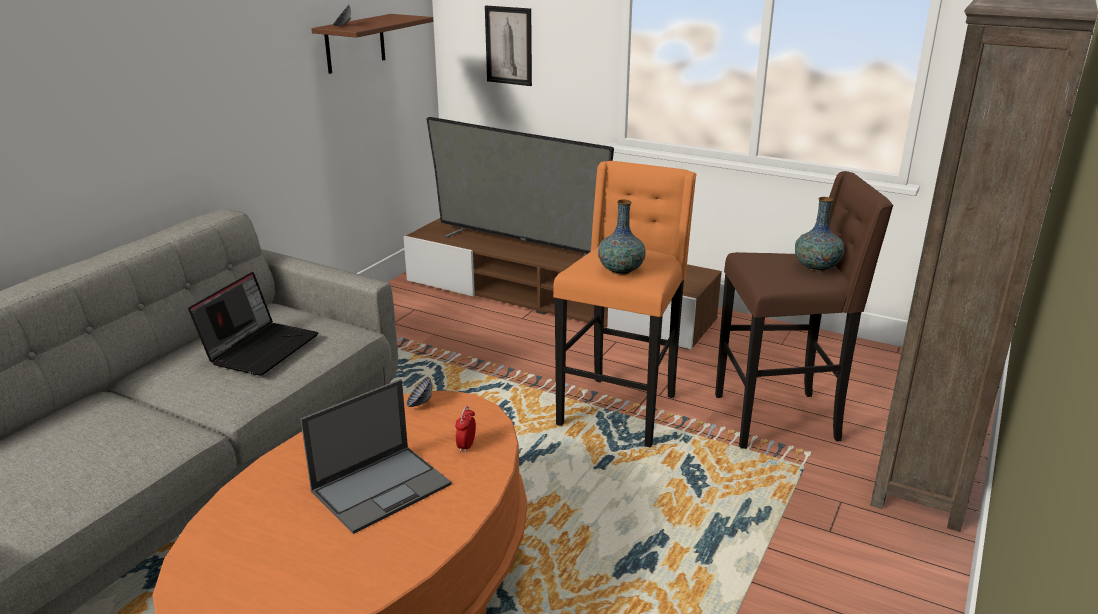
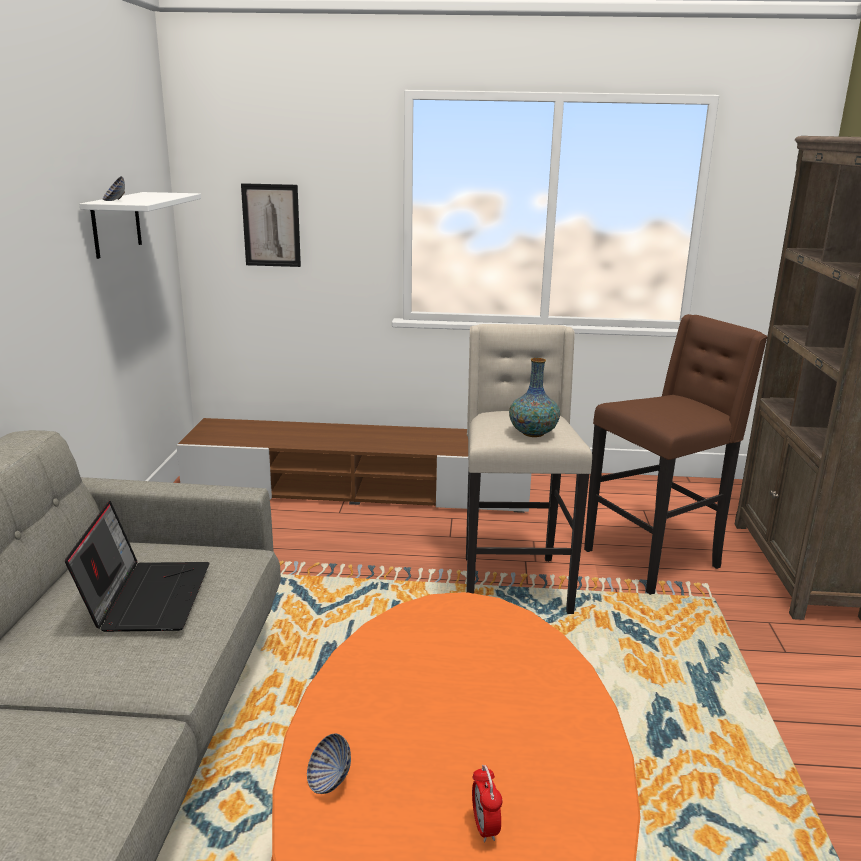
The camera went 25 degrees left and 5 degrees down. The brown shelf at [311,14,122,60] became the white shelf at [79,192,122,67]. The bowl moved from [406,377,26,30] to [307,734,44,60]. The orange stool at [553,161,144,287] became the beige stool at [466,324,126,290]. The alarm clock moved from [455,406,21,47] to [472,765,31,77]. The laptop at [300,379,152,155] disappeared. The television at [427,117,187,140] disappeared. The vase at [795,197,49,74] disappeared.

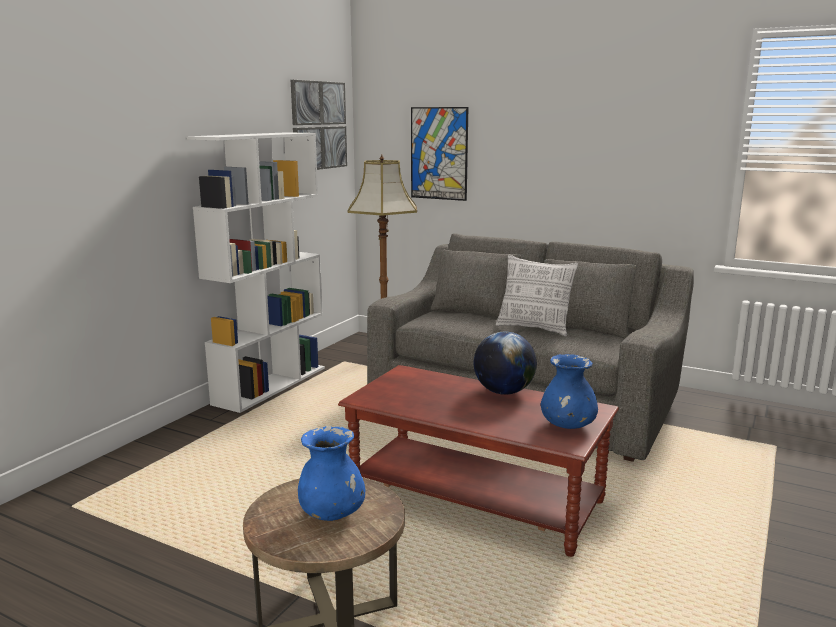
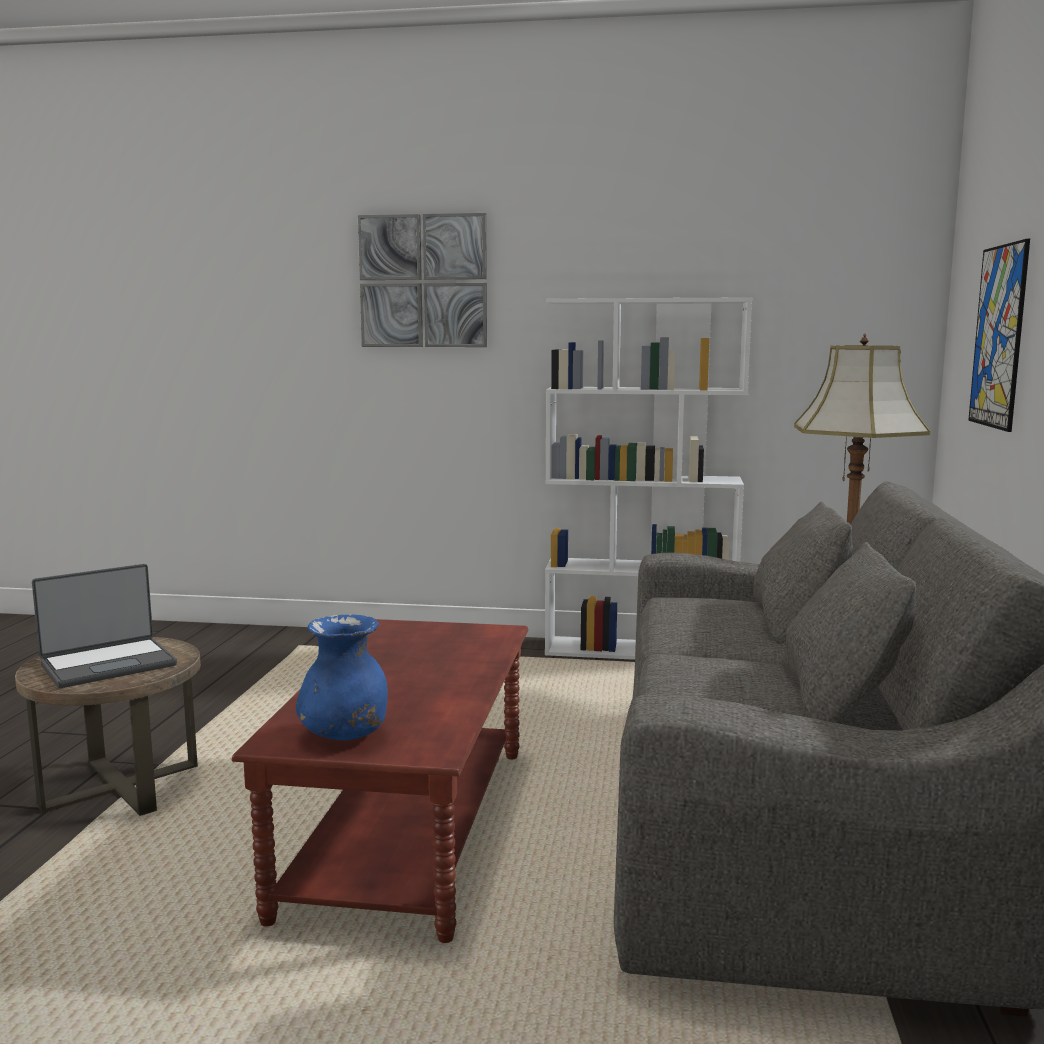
The camera went 70 degrees right and 5 degrees down. The blue vase at [298,426,67,95] was replaced by the laptop at [32,564,145,124]. The picture moved from [291,80,56,90] to [358,213,129,134]. The globe at [473,332,64,63] disappeared. The pillow at [496,255,82,82] disappeared.

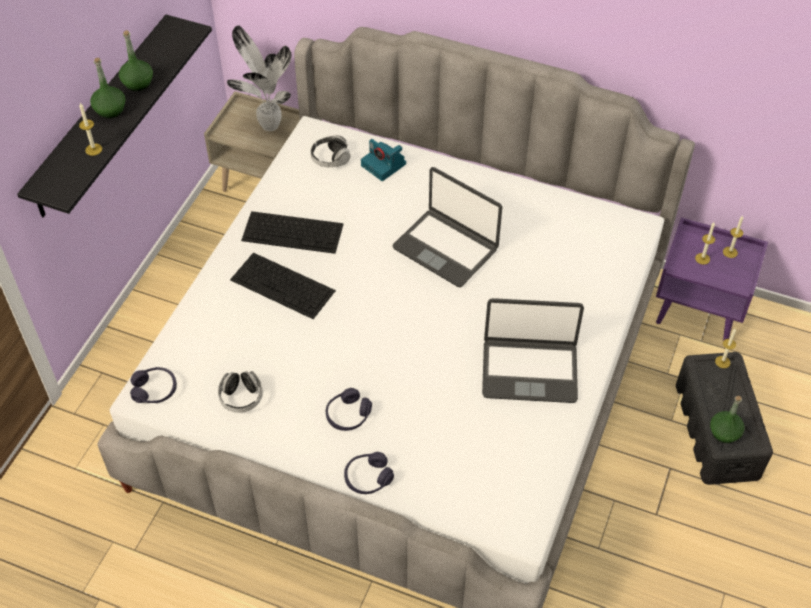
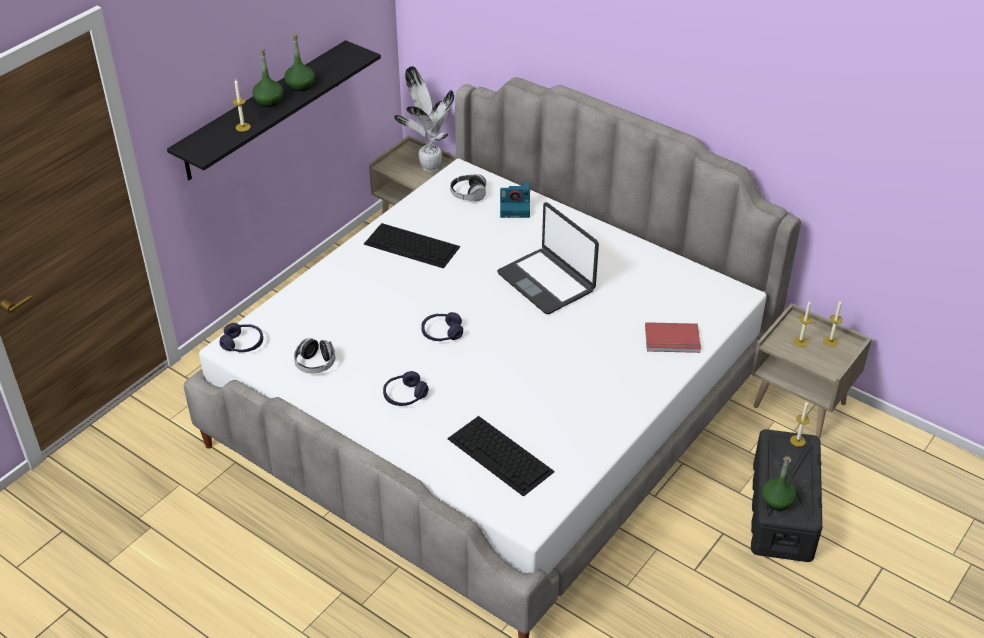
The camera went 15 degrees right and 10 degrees down. The purple headphones moved from [344,452,50,42] to [421,312,42,29]. The keyboard moved from [230,253,106,66] to [447,416,108,81]. The photo camera at [361,139,45,42] turned 60 degrees counterclockwise. The red book at [645,322,56,31] appeared. The purple nightstand at [656,217,112,124] became the beige nightstand at [751,303,121,135]. The laptop at [482,298,102,105] disappeared.

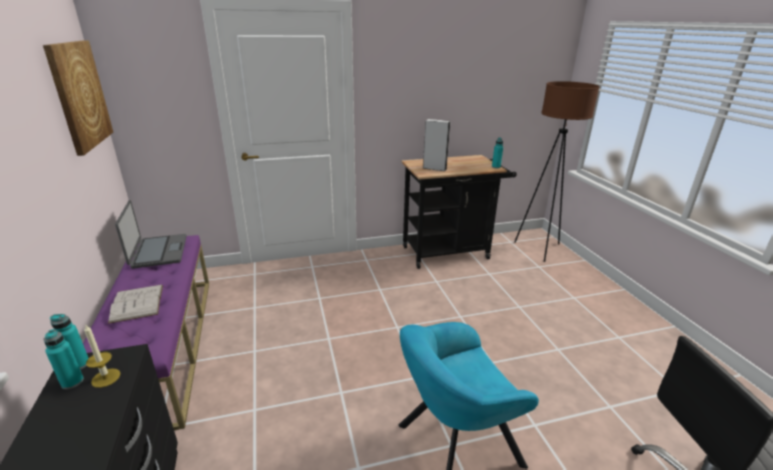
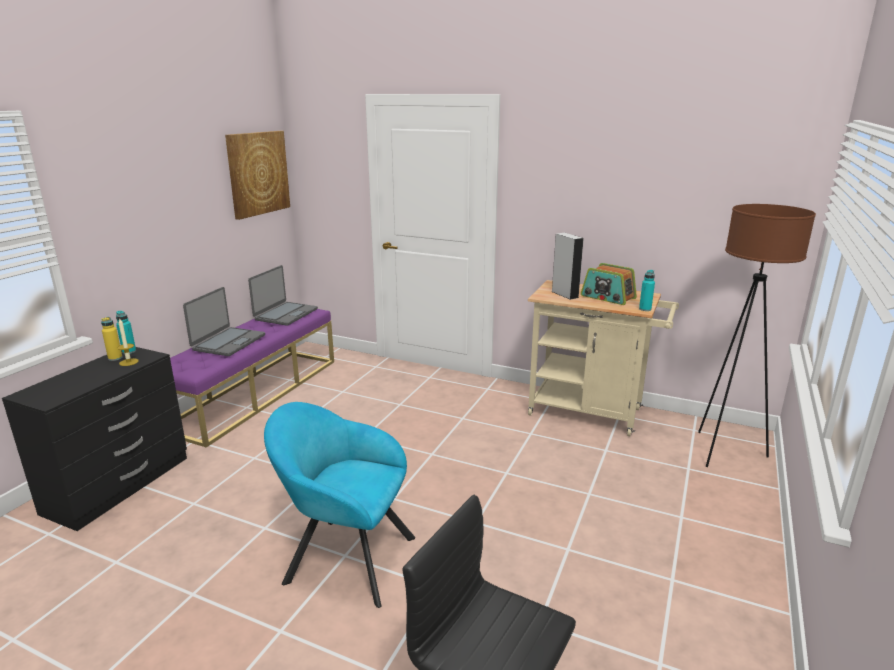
The camera went 40 degrees right and 5 degrees down. The turquoise bottle at [43,329,41,60] became the yellow bottle at [101,317,22,44]. The white book at [108,285,55,39] was replaced by the laptop at [183,287,82,69]. The black cart at [402,155,115,114] became the beige cart at [528,280,151,156]. The radio at [581,263,56,42] appeared.

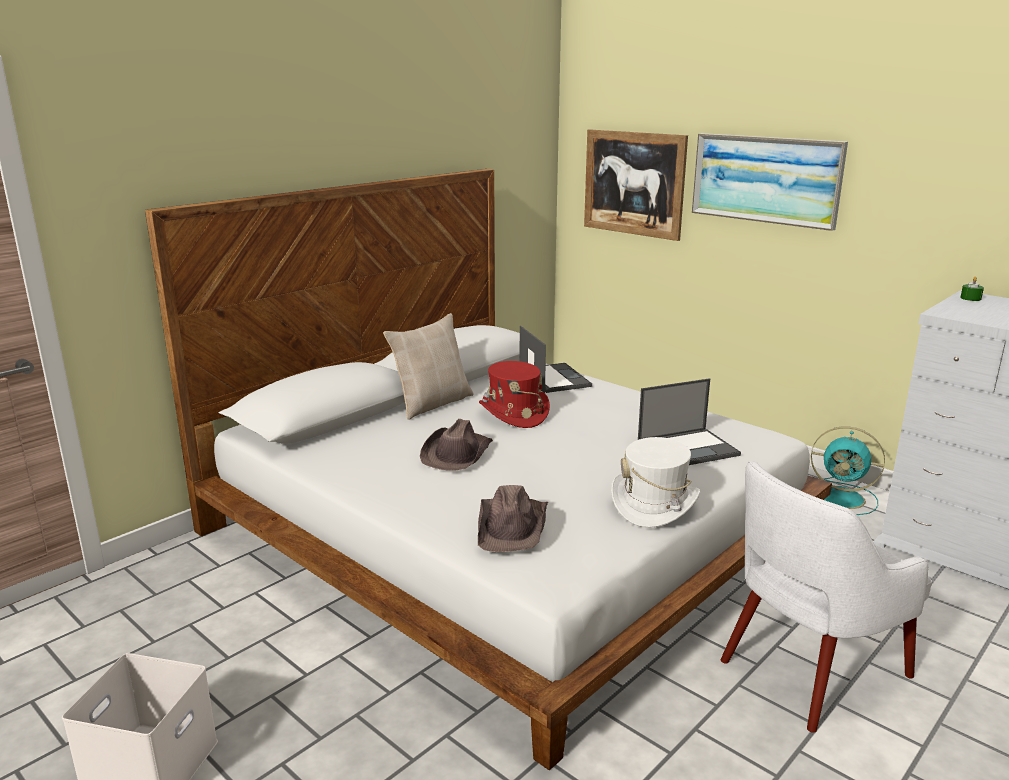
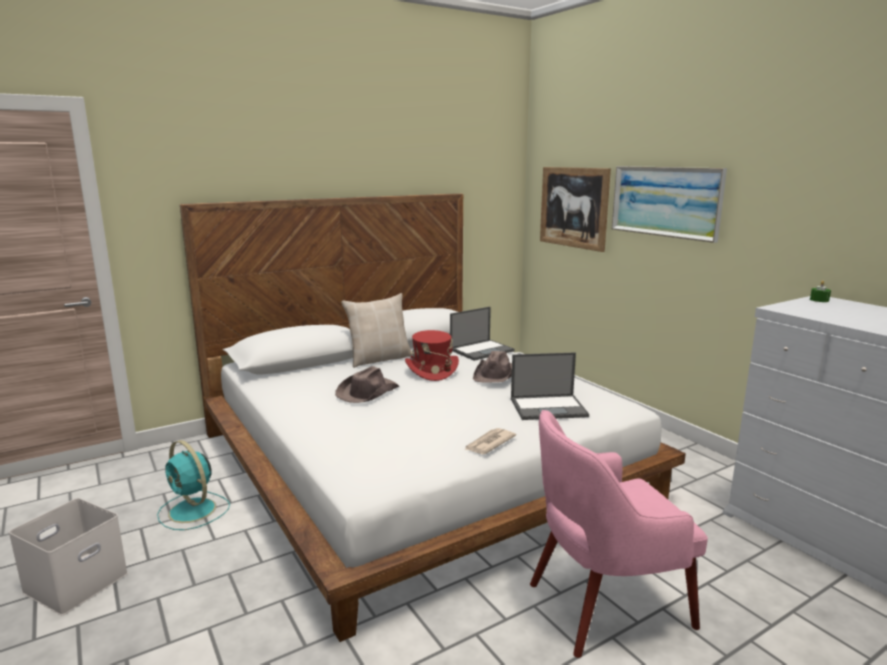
The camera went 15 degrees right and 5 degrees down. The turquoise fan moved from [811,426,74,89] to [157,440,73,90]. The laptop at [519,326,73,67] turned 60 degrees clockwise. The white hat at [611,437,89,91] was replaced by the newspaper at [464,428,52,26]. The brown hat moved from [478,485,70,67] to [473,351,39,32]. The white armchair at [721,461,211,272] became the pink armchair at [530,410,178,248].

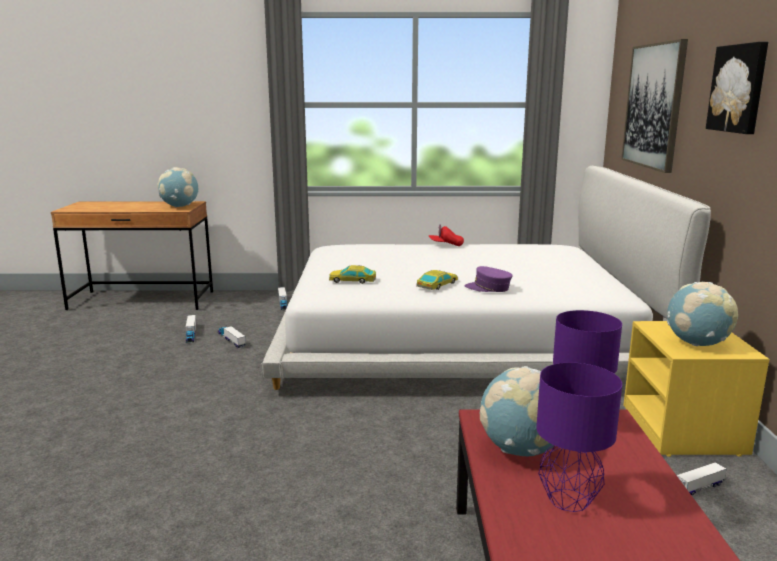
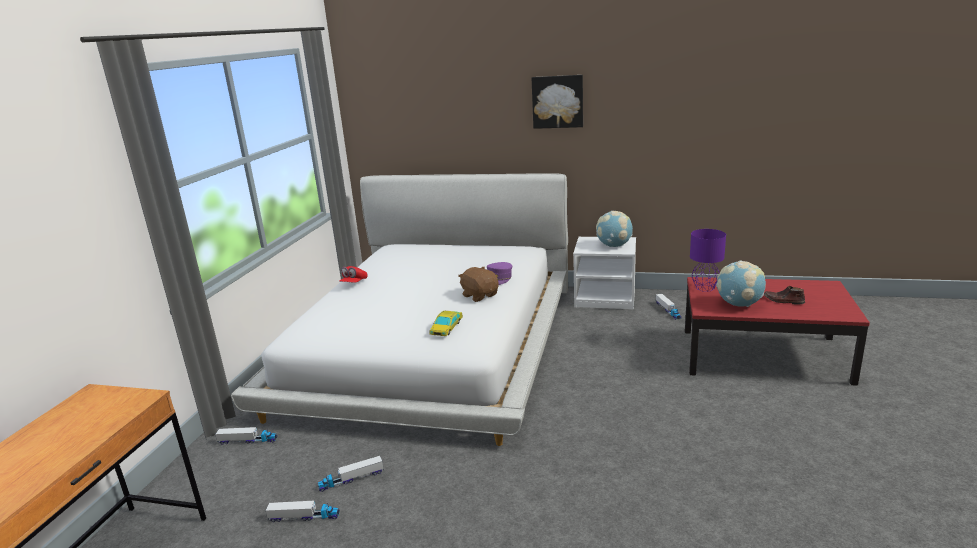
The camera went 75 degrees left and 5 degrees up. The toy car at [416,270,42,20] was replaced by the brown plush toy at [458,267,40,35]. The yellow nightstand at [623,321,147,136] became the white nightstand at [573,237,63,72]. The purple table lamp at [536,363,86,149] was replaced by the brown shoe at [764,286,41,19]. The globe at [157,167,42,40] disappeared. The picture at [621,39,67,134] disappeared.

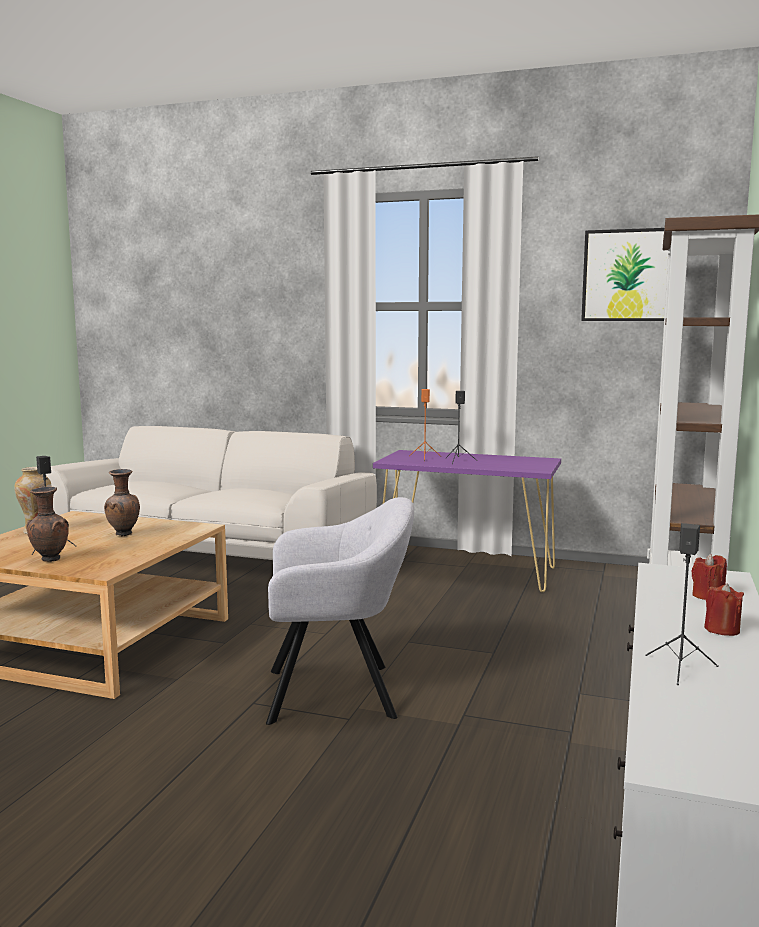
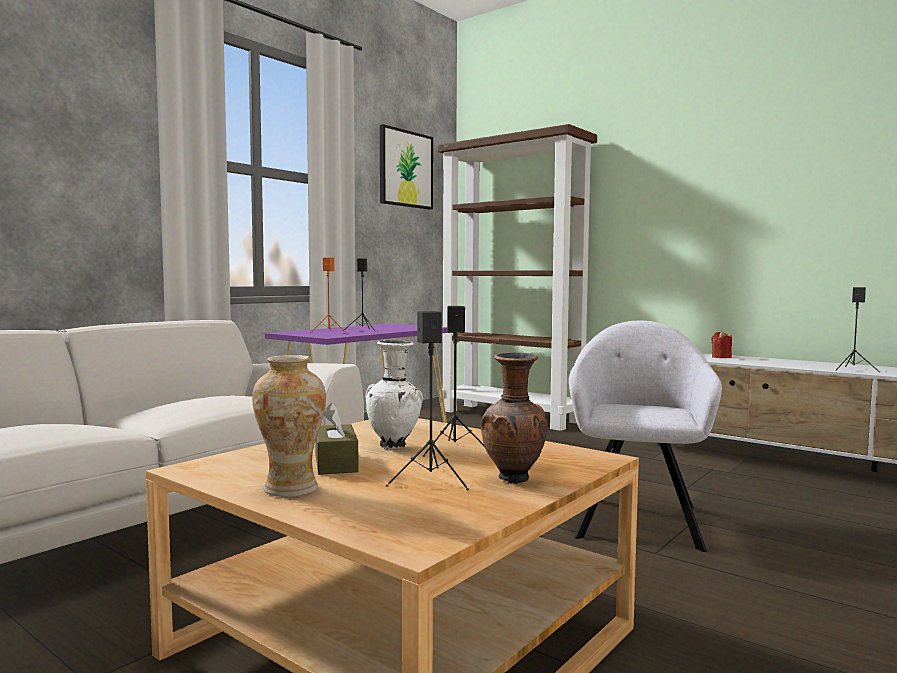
The camera went 70 degrees left and 5 degrees down. The brown tissue box at [315,403,44,72] appeared. The brown vase at [104,469,36,67] became the white vase at [365,340,58,110]. The black speaker at [423,306,62,151] appeared. The red candle at [704,584,40,52] disappeared.

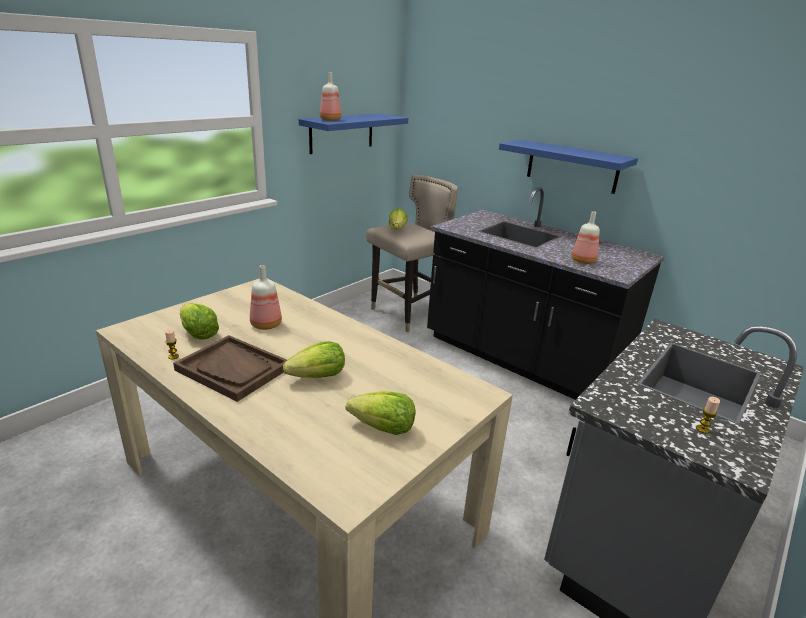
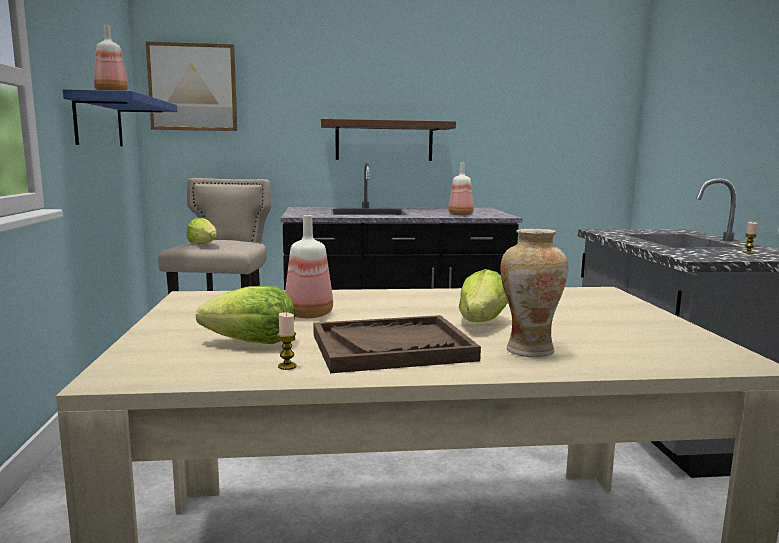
The camera went 45 degrees left and 15 degrees down. The picture at [146,42,91,89] appeared. The blue shelf at [499,140,139,54] became the brown shelf at [321,119,135,42]. The vase at [501,229,67,128] appeared. The lettuce at [346,391,70,44] disappeared.

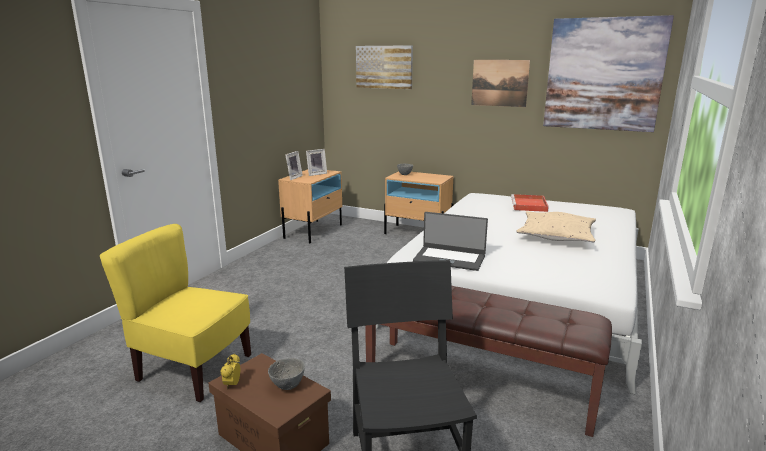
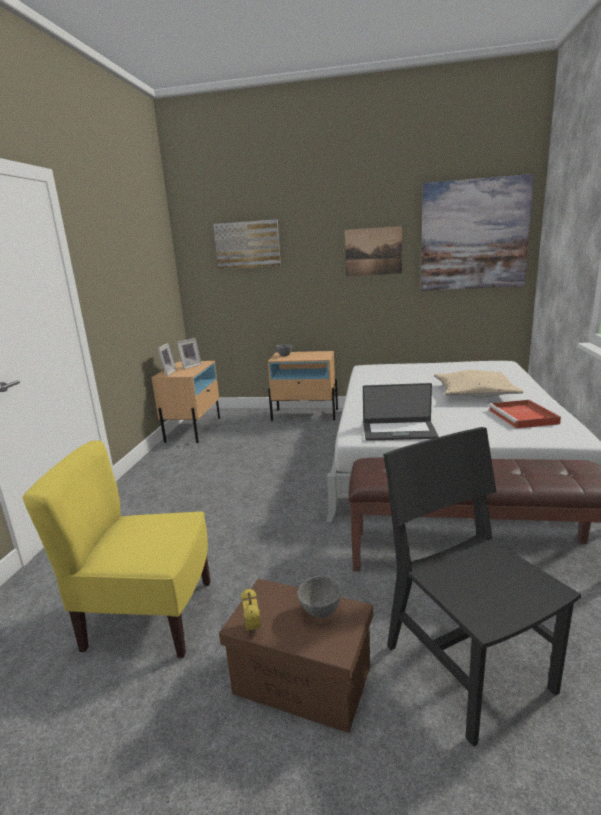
The camera went 15 degrees left and 0 degrees up. The red tray moved from [511,194,38,18] to [488,400,73,28].

